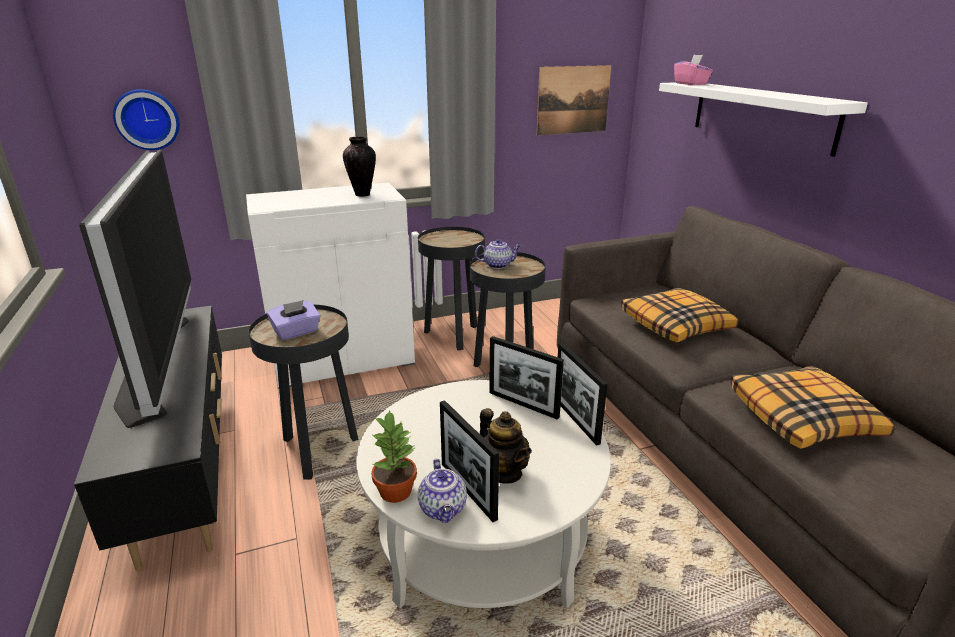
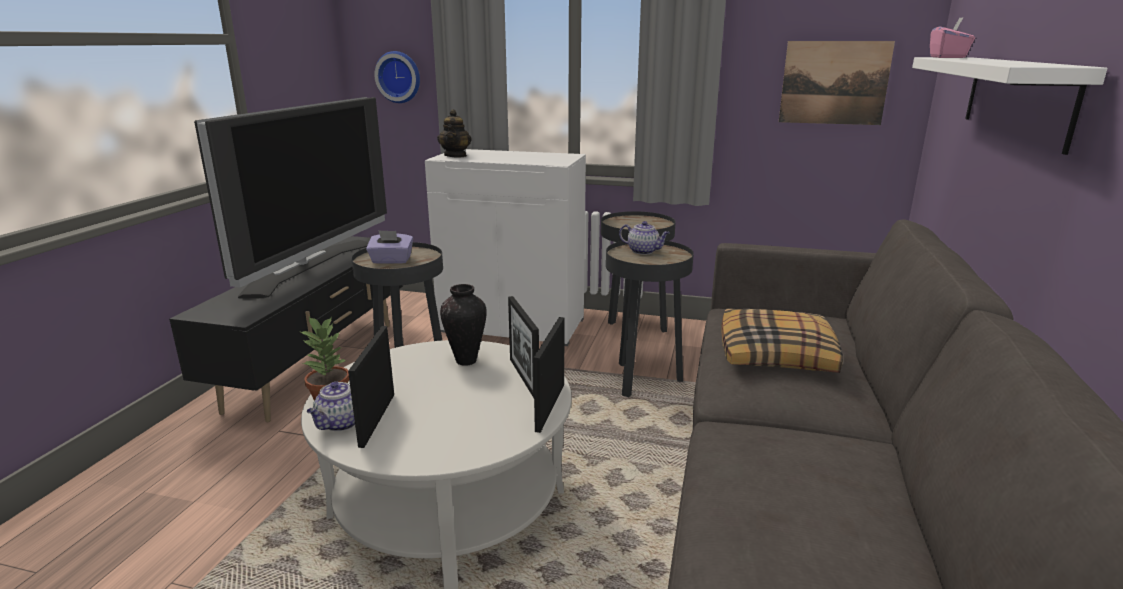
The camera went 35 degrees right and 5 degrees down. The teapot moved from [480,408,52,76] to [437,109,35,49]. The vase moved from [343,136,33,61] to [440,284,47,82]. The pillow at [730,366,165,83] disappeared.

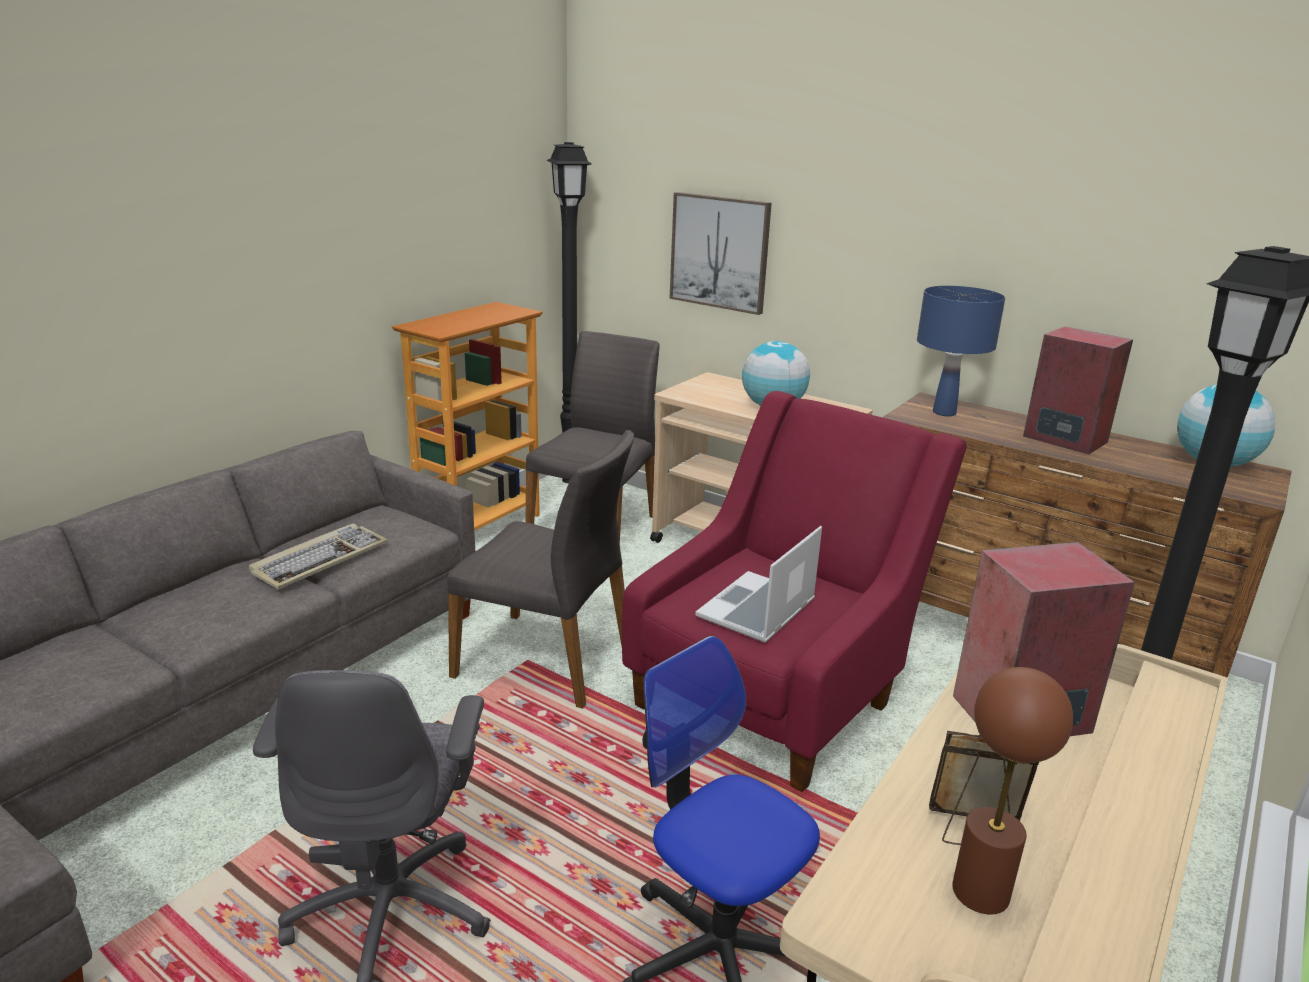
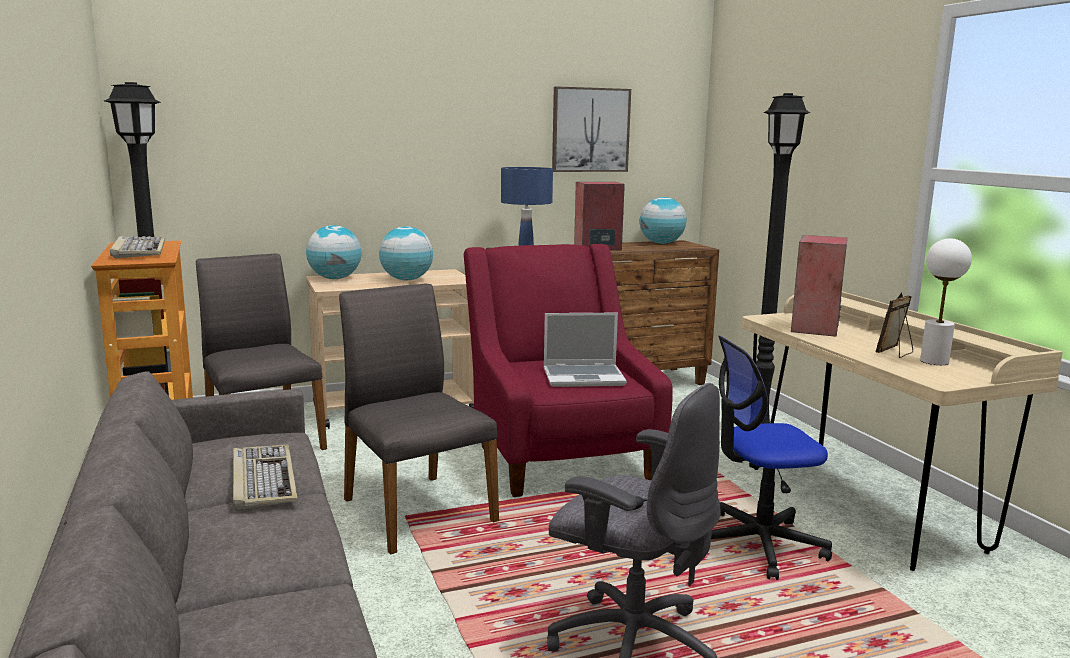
The camera went 55 degrees left and 10 degrees down. The keyboard at [110,236,55,22] appeared. The globe at [306,225,56,54] appeared. The grey chair at [447,430,187,279] turned 90 degrees counterclockwise. The laptop at [695,526,127,117] turned 75 degrees counterclockwise. The picture moved from [670,192,102,123] to [552,86,79,86]. The brown table lamp at [952,667,121,247] became the white table lamp at [920,238,52,127].

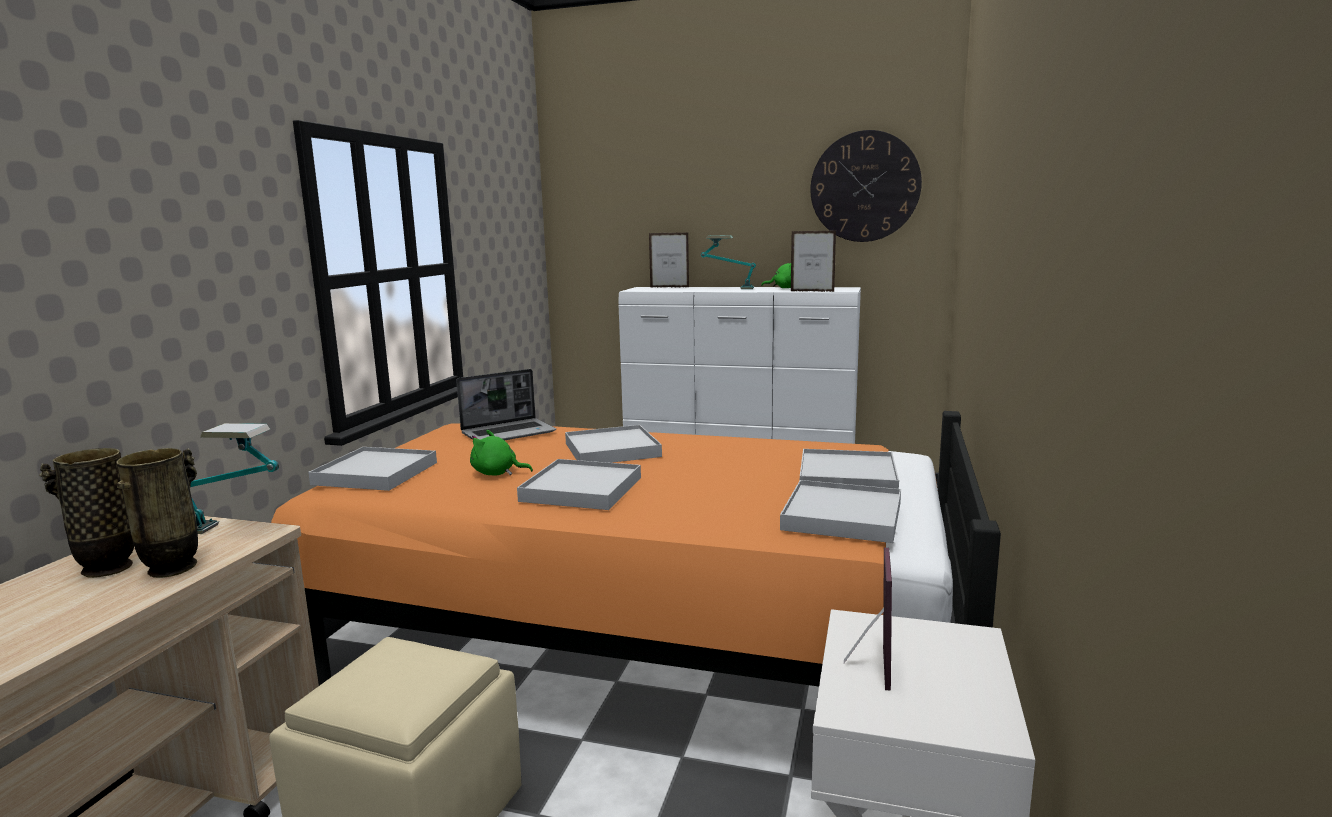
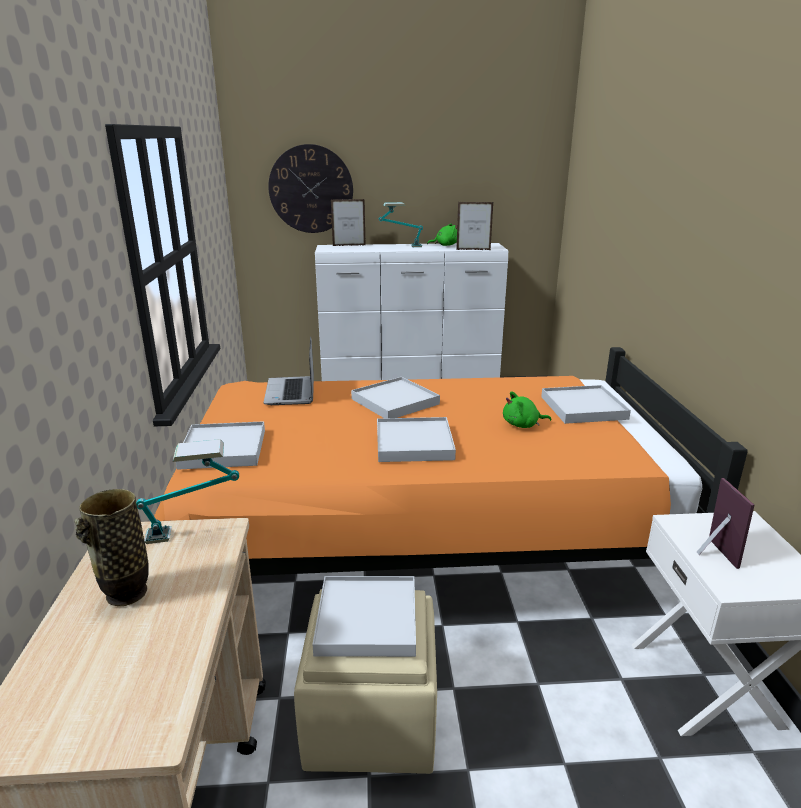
The camera went 20 degrees left and 10 degrees up. The laptop at [456,369,100,71] turned 135 degrees clockwise. The wall clock moved from [810,130,112,112] to [268,144,85,89]. The white tray moved from [780,480,121,63] to [312,576,104,81]. The green plush toy moved from [470,430,63,46] to [503,391,48,37]. The vase at [116,448,82,130] disappeared.

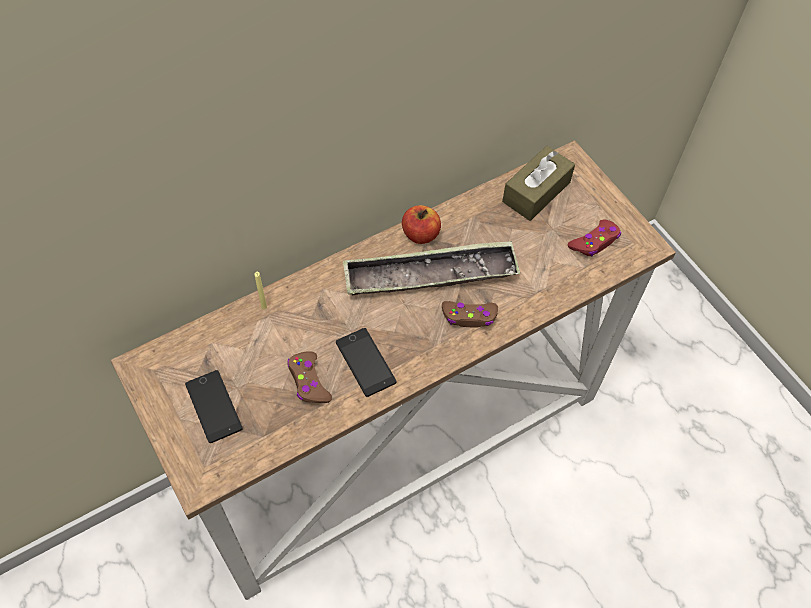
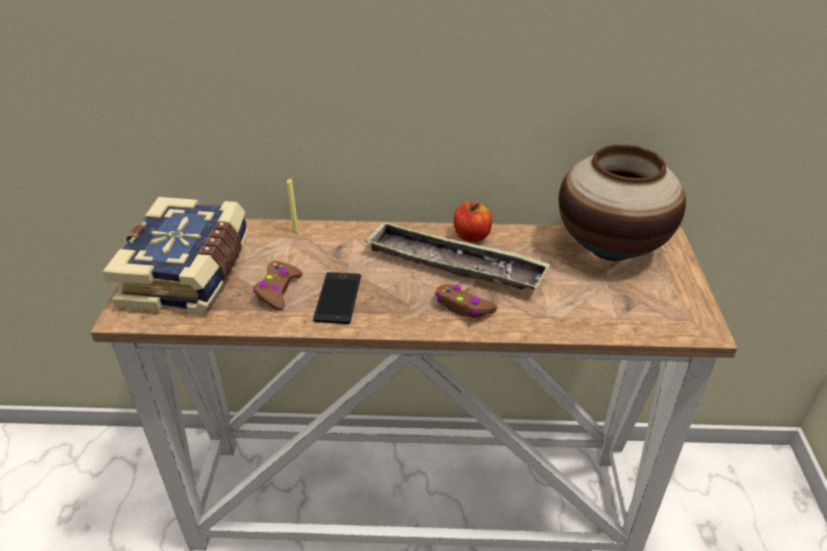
The camera went 35 degrees right and 20 degrees down. The phone at [185,370,58,73] was replaced by the book at [103,197,145,118]. The brown tissue box at [502,146,73,75] was replaced by the vase at [559,144,127,117]. The red game controller at [567,220,54,36] disappeared.

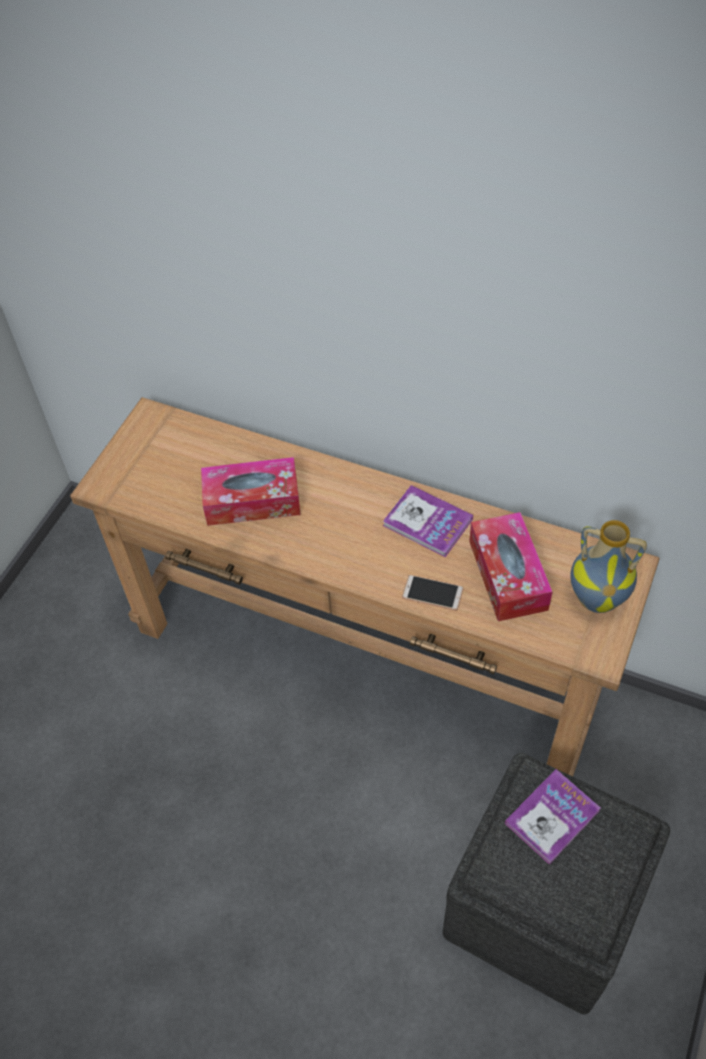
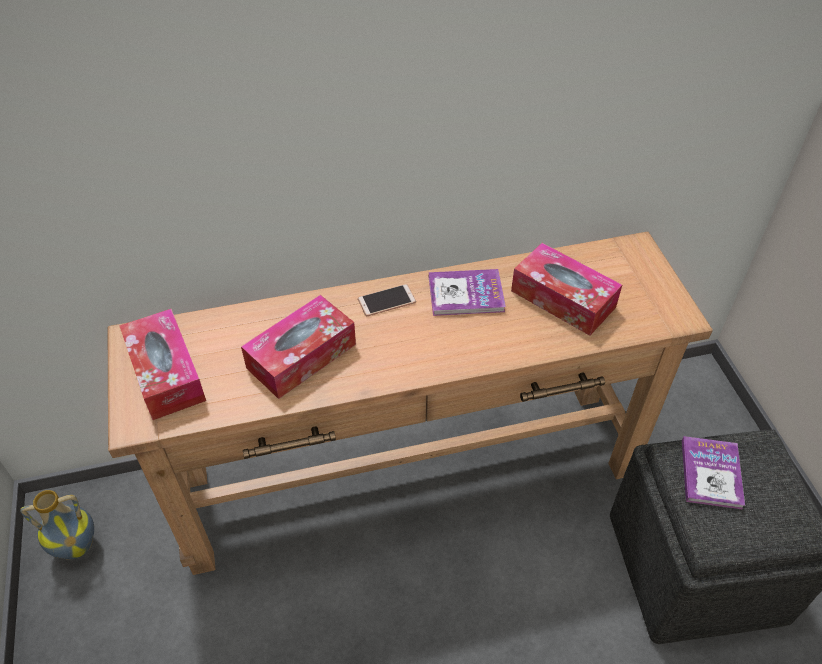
The camera went 40 degrees left and 5 degrees down. The vase moved from [570,520,77,93] to [20,490,74,70]. The tissue box at [119,309,87,111] appeared. The phone moved from [402,575,61,36] to [358,284,58,32].

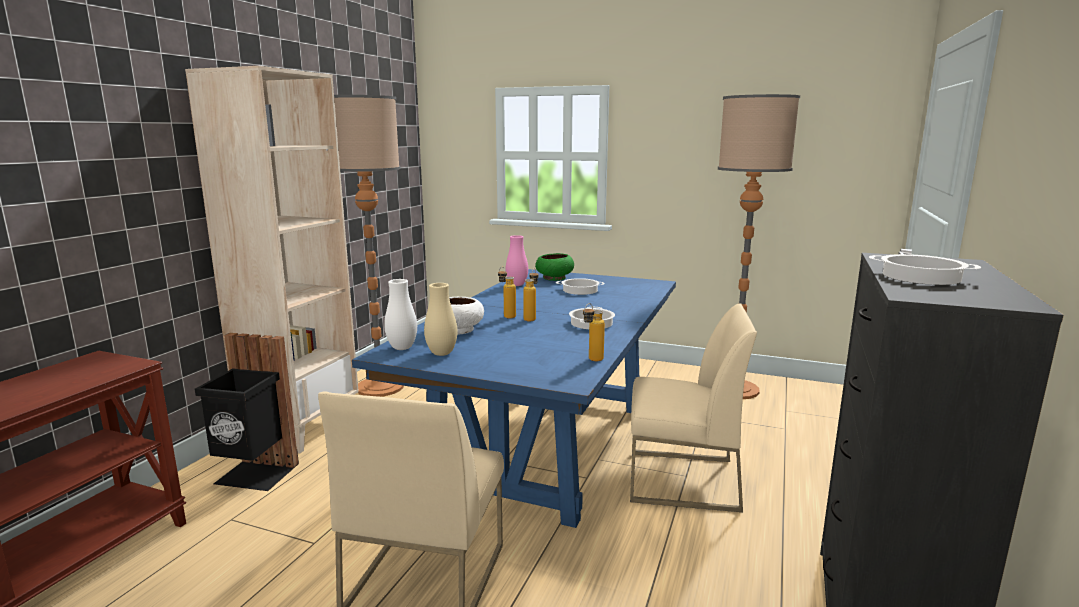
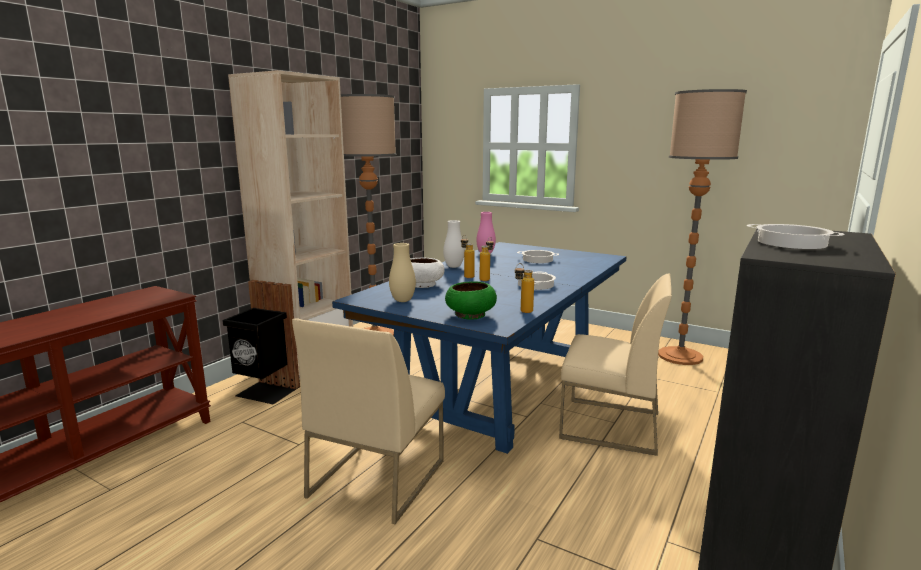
The camera went 10 degrees right and 0 degrees up. The white vase moved from [384,279,33,71] to [443,220,22,48]. The green bowl moved from [535,253,39,28] to [445,281,52,39].

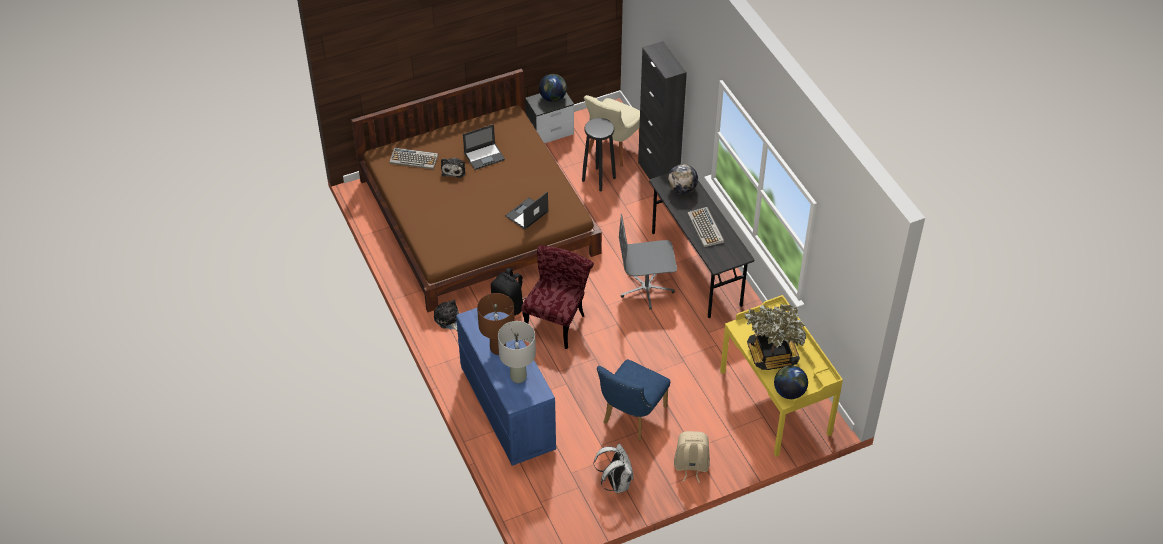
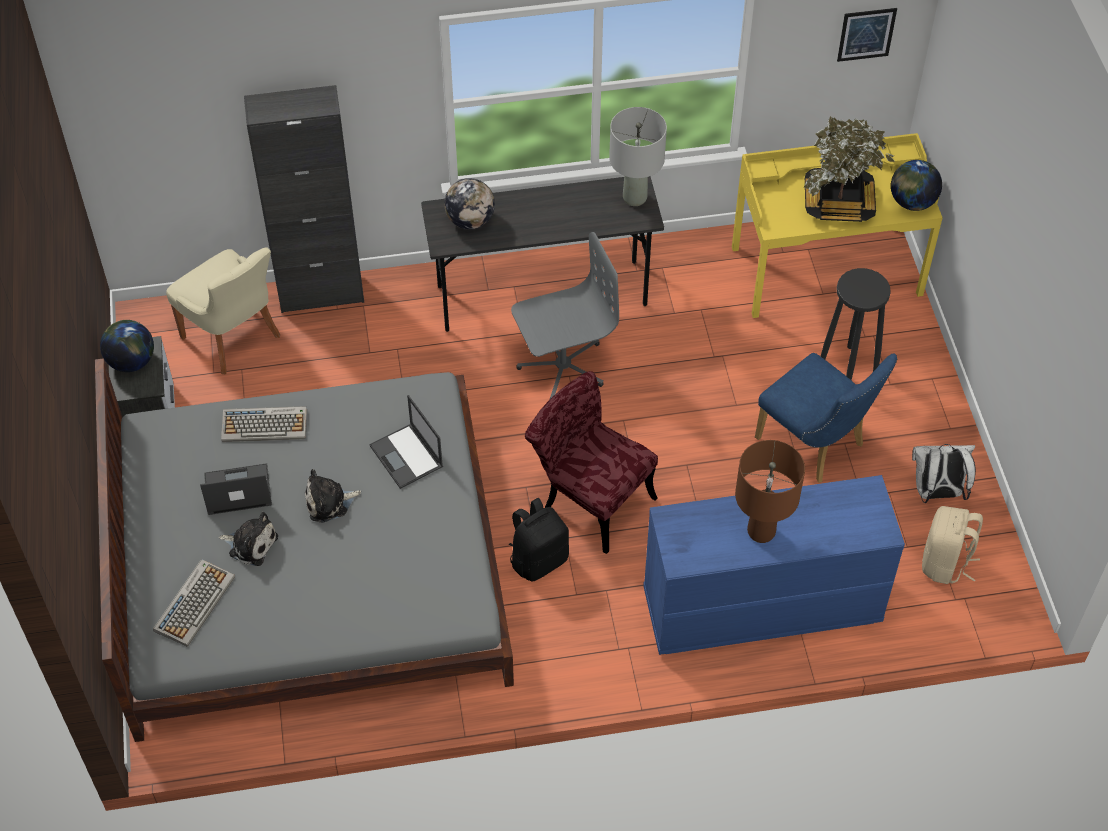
The camera went 75 degrees left and 5 degrees up. The brown bed at [351,69,251,243] became the grey bed at [95,358,419,384]. The laptop at [463,124,42,46] turned 90 degrees counterclockwise. The keyboard moved from [687,207,37,40] to [221,406,86,36]. The plush toy moved from [434,299,25,32] to [305,469,56,54]. The grey office chair at [619,214,58,95] turned 120 degrees counterclockwise. The grey table lamp moved from [498,321,38,62] to [609,107,58,99]. The black stool moved from [582,118,34,73] to [821,268,70,112]. The picture at [837,8,60,54] appeared. The beige backpack moved from [674,431,36,51] to [922,506,61,78].

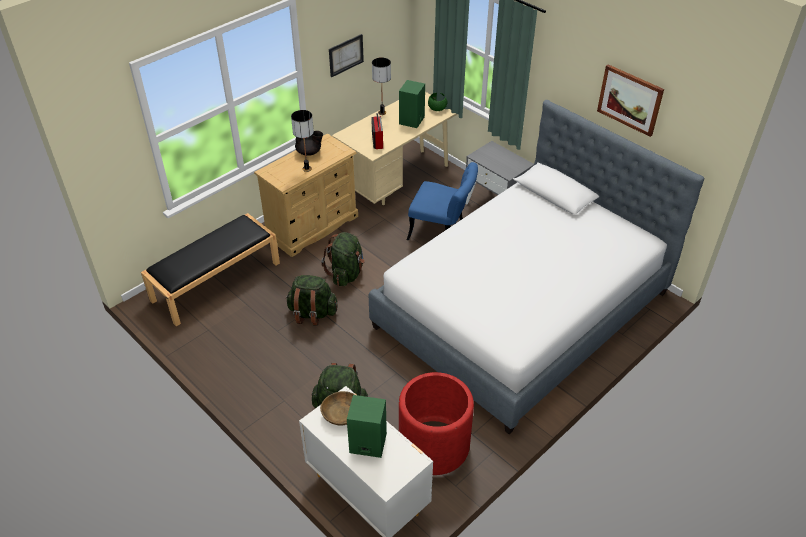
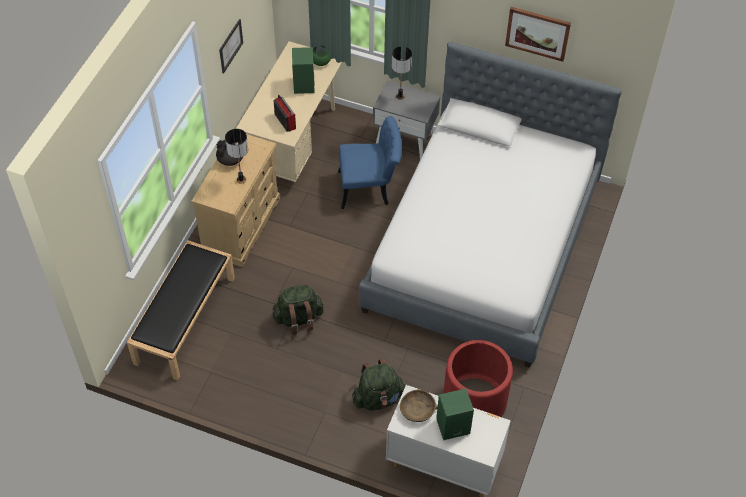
The camera went 25 degrees left and 10 degrees up. The table lamp moved from [372,57,19,58] to [392,46,20,54]. The green backpack at [321,232,44,54] disappeared.

